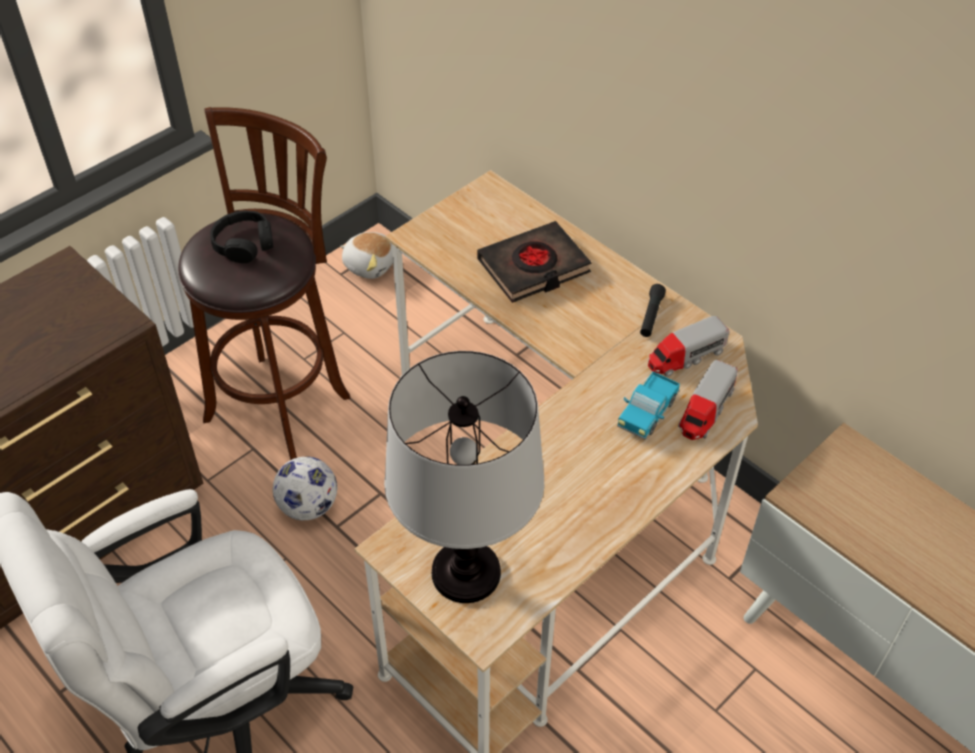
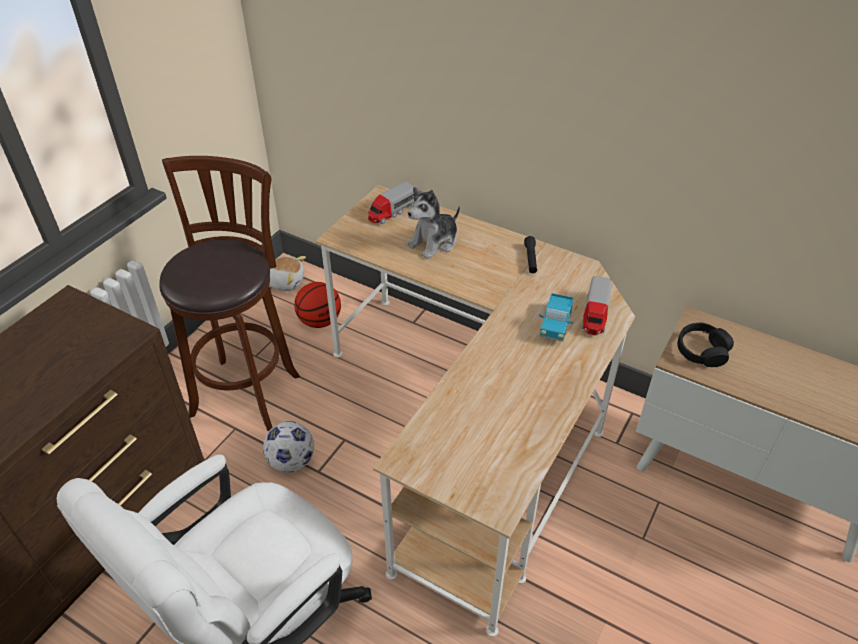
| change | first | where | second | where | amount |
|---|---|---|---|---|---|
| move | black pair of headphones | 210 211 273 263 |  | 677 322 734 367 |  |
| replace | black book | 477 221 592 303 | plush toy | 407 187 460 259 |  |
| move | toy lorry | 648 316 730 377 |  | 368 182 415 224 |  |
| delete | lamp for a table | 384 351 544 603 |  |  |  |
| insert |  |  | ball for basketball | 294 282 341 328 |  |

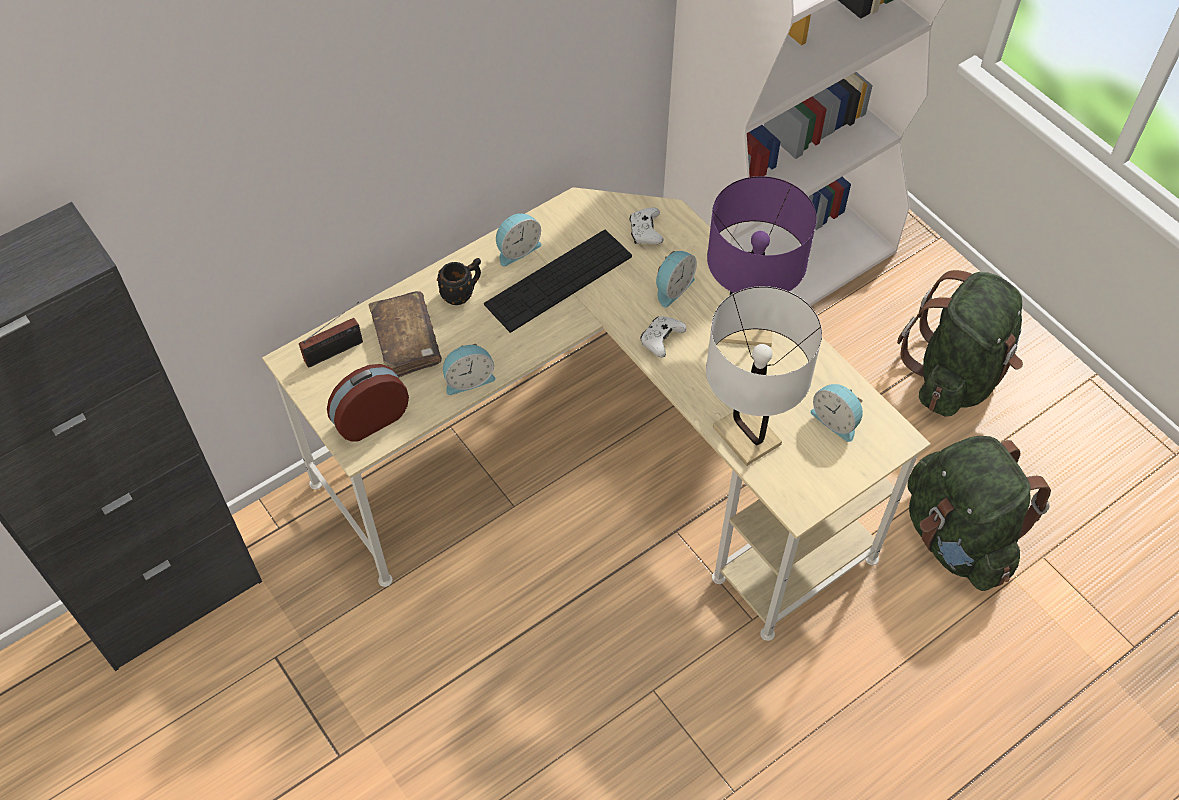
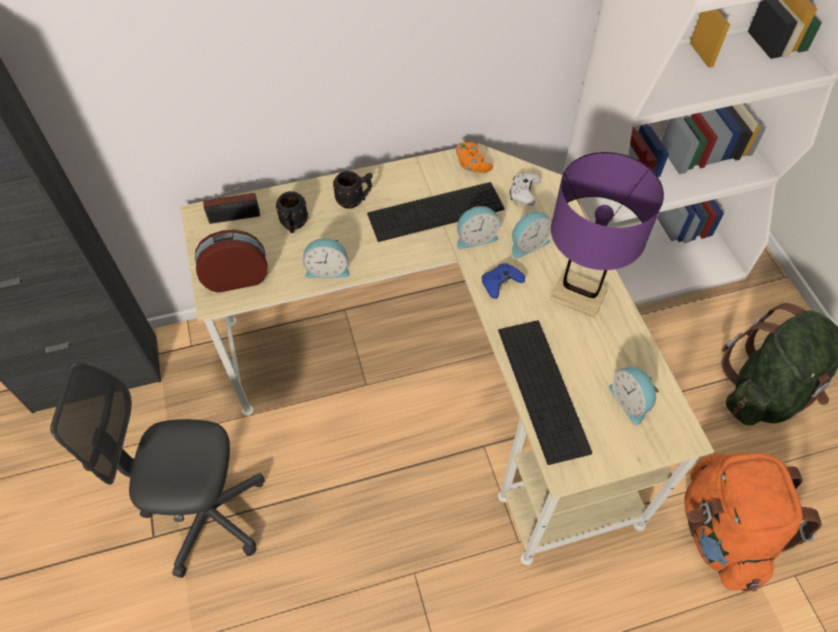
| change | first | where | second | where | amount |
|---|---|---|---|---|---|
| move | table clock | 496 213 542 266 |  | 457 206 501 249 |  |
| replace | white lamp for a table | 706 286 822 466 | computer keyboard | 498 320 592 465 |  |
| replace | brown-coloured book | 368 291 442 378 | black mug | 276 191 308 233 |  |
| recolor | white game controller | 640 316 686 358 | bluish game controller | 482 263 525 299 |  |
| recolor | greenish backpack | 907 436 1051 591 | orangey backpack | 684 453 822 592 |  |
| insert |  |  | orangey game controller | 456 142 493 173 |  |
| insert |  |  | greyish computer chair | 50 363 265 578 |  |

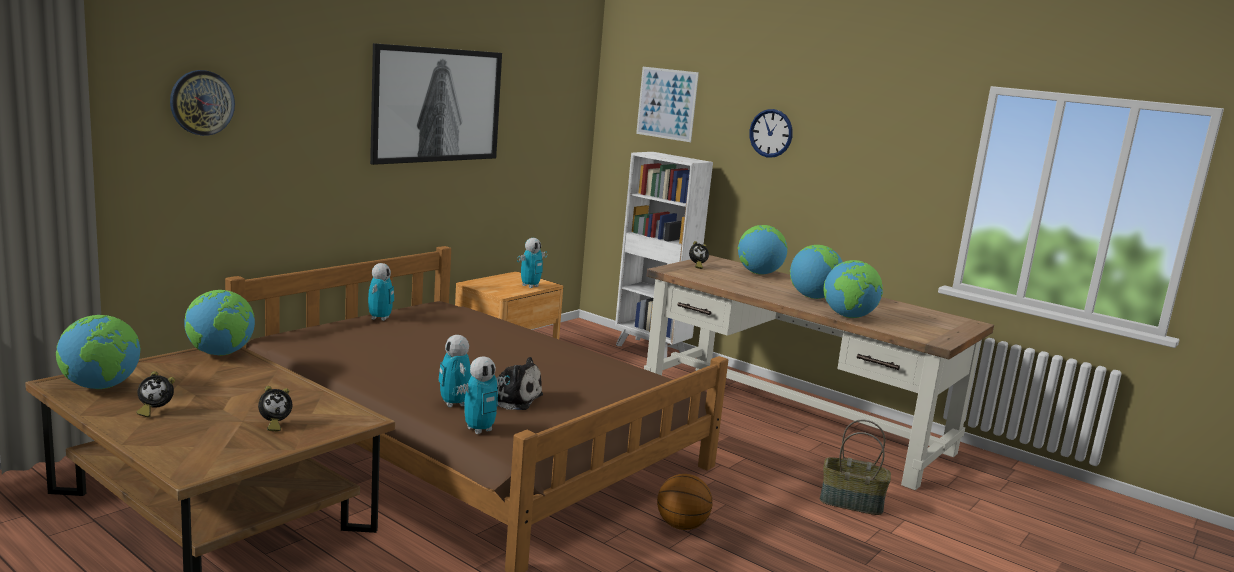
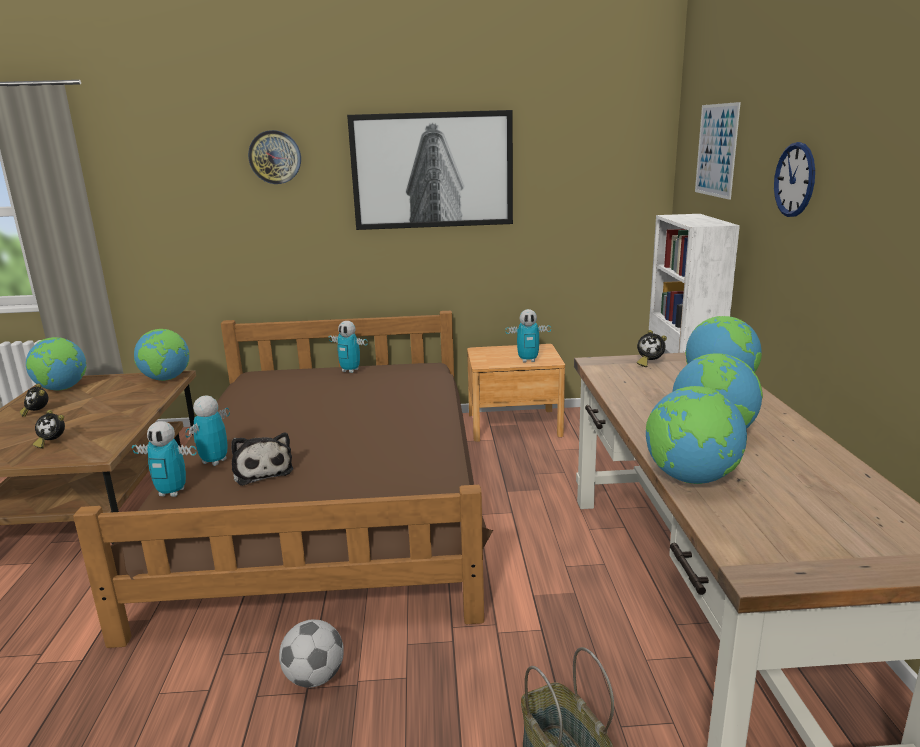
| change | first | where | second | where | amount |
|---|---|---|---|---|---|
| move | hanging clock | 170 70 235 136 |  | 248 130 301 184 |  |
| rotate | robot figure | 368 263 394 321 |  | 329 321 368 373 | 60 degrees clockwise |
| replace | ball for basketball | 657 474 713 530 | football | 279 619 344 688 |  |

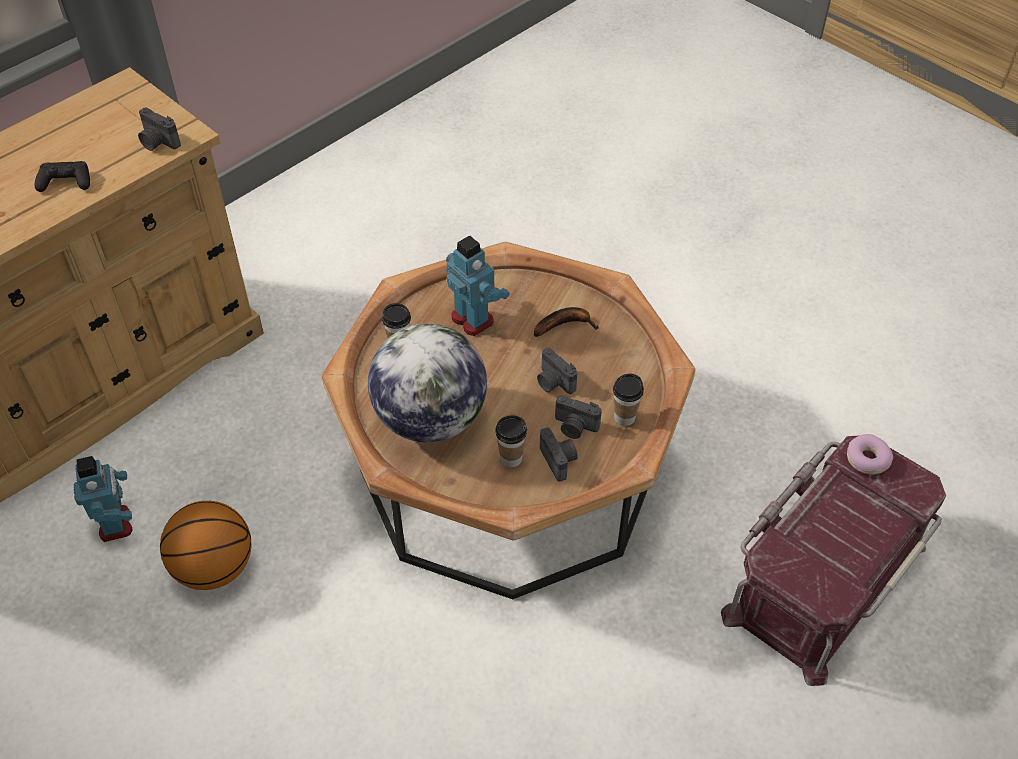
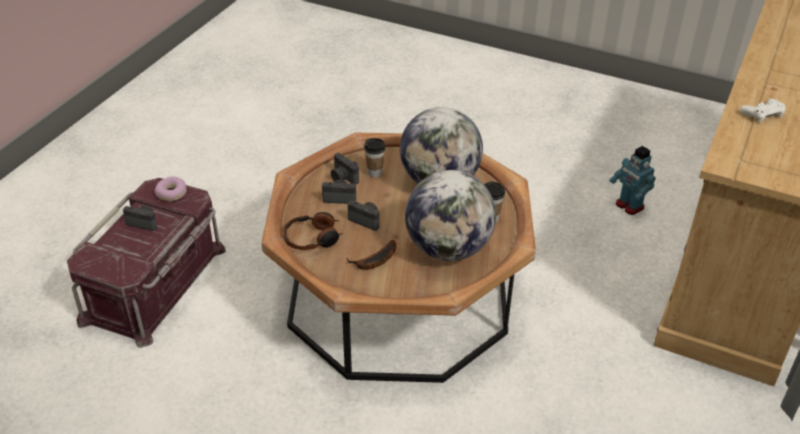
| change | first | where | second | where | amount |
|---|---|---|---|---|---|
| move | photo camera | 138 108 181 151 |  | 123 205 157 231 |  |
| recolor | black game controller | 35 161 90 192 | white game controller | 740 99 785 123 |  |
| replace | robot figure | 446 236 510 336 | desk globe | 405 170 496 261 |  |
| delete | small cup | 613 374 644 426 |  |  |  |
| move | doughnut | 847 434 893 475 |  | 155 176 187 201 |  |
| delete | ball for basketball | 160 501 252 590 |  |  |  |
| insert |  |  | pair of headphones | 283 212 343 250 |  |

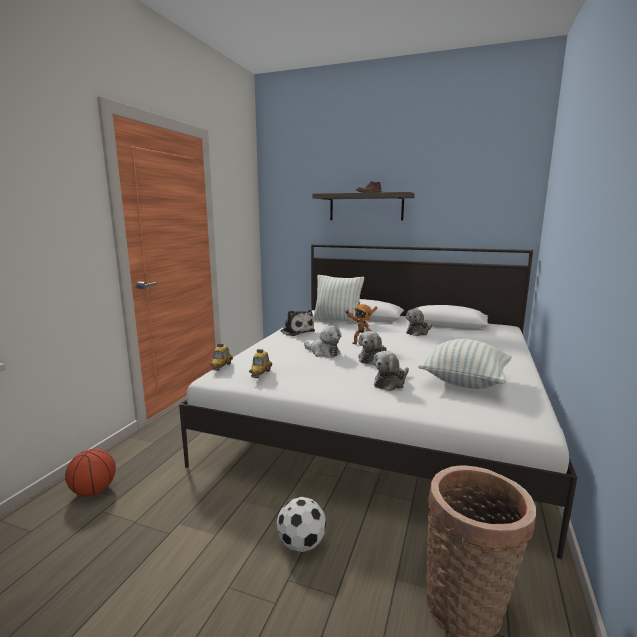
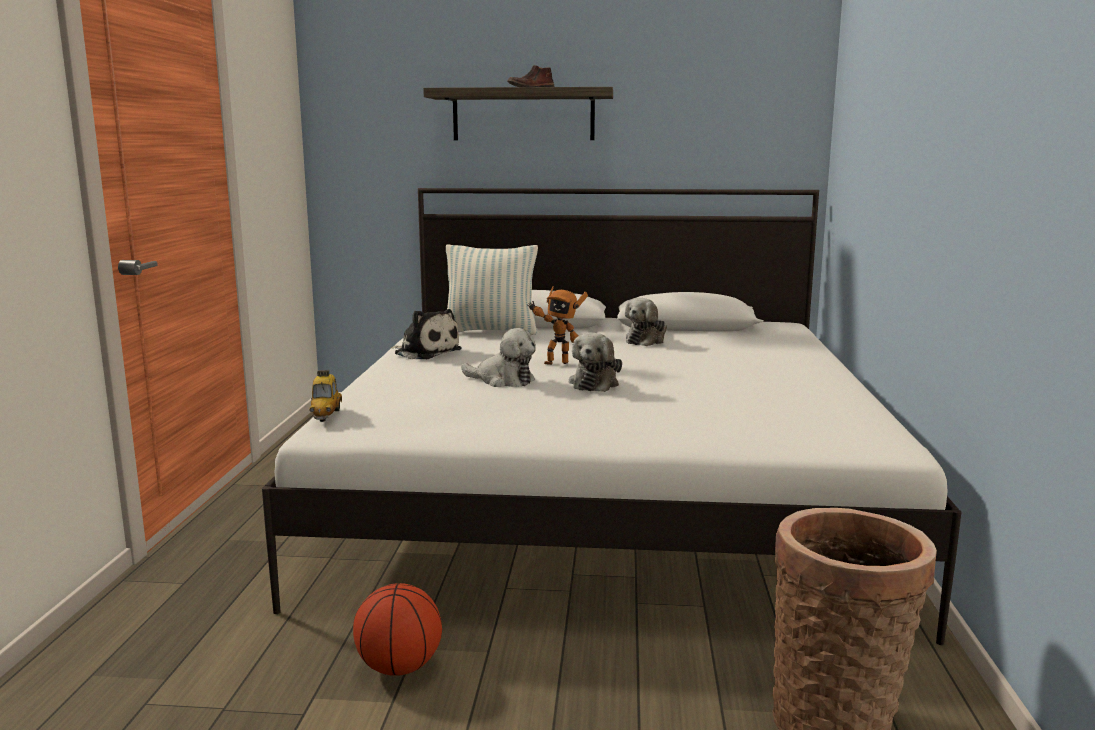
| change | first | where | second | where | amount |
|---|---|---|---|---|---|
| delete | pillow | 418 339 512 389 |  |  |  |
| delete | miniature car | 249 349 272 378 |  |  |  |
| delete | plush toy | 373 351 409 391 |  |  |  |
| move | ball for basketball | 65 449 116 496 |  | 353 583 442 676 |  |
| delete | football | 277 497 326 552 |  |  |  |

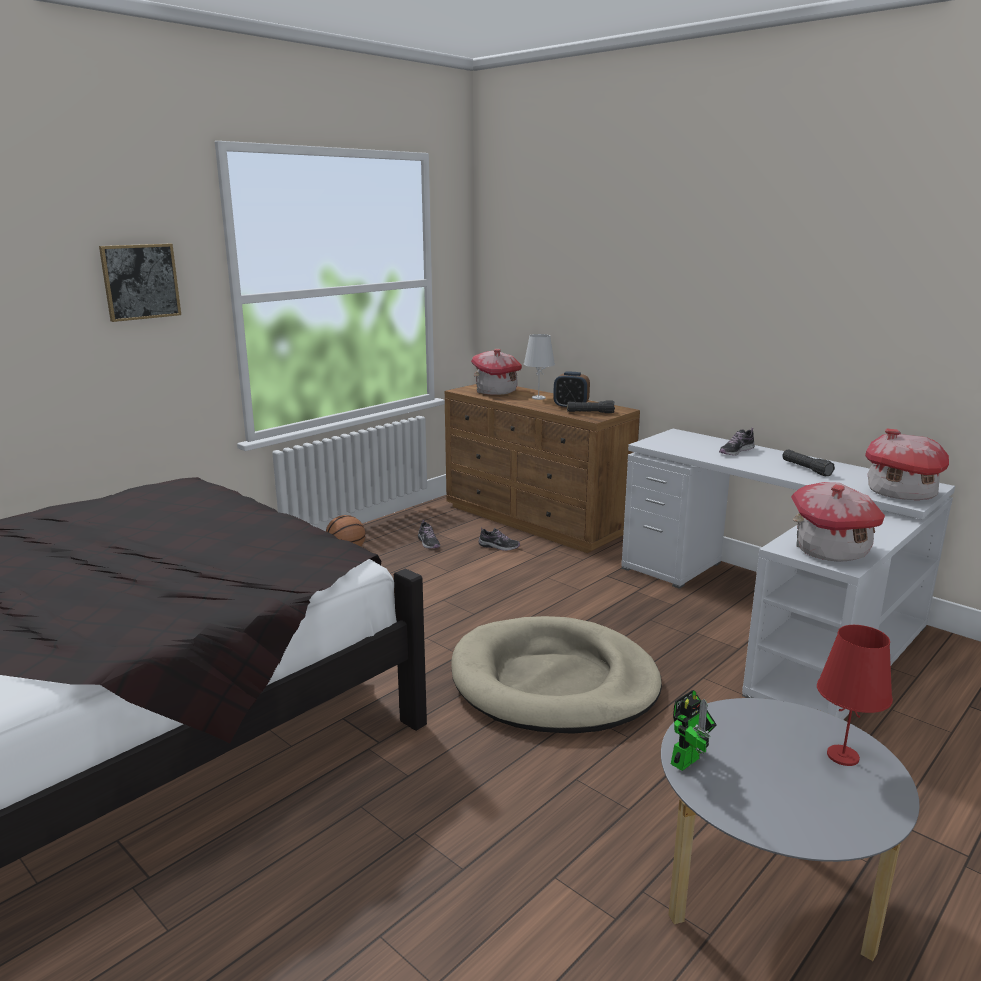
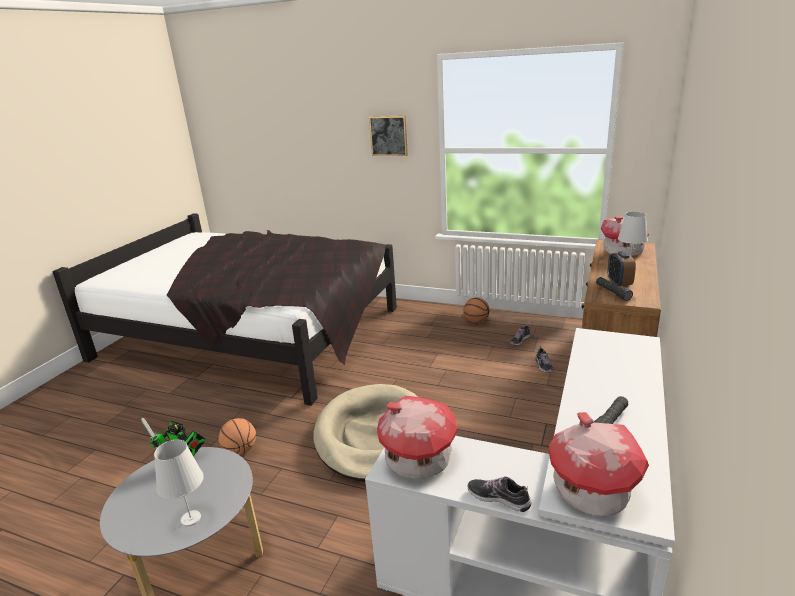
| change | first | where | second | where | amount |
|---|---|---|---|---|---|
| move | shoe | 719 428 755 455 |  | 468 476 531 512 |  |
| recolor | red-coloured lamp for a table | 817 625 893 766 | white lamp for a table | 154 440 204 527 |  |
| insert |  |  | ball for basketball | 219 418 256 455 |  |

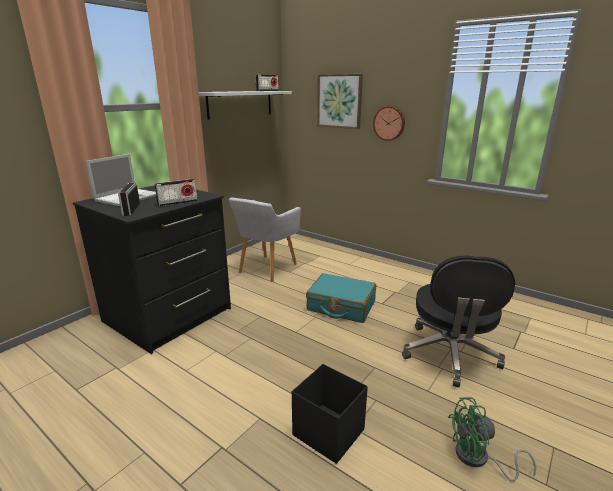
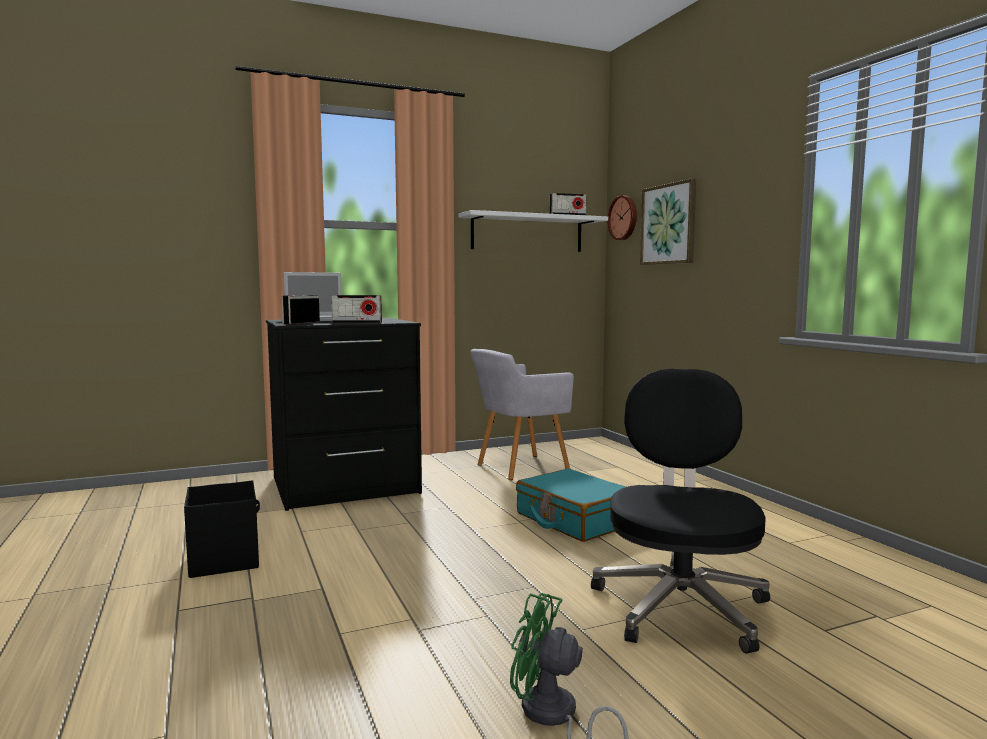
| change | first | where | second | where | amount |
|---|---|---|---|---|---|
| move | hanging clock | 373 106 405 141 |  | 607 195 637 240 |  |
| rotate | black computer chair | 402 256 515 388 |  | 591 368 770 654 | 150 degrees clockwise |
| move | black storage container | 292 364 368 464 |  | 184 480 260 578 |  |

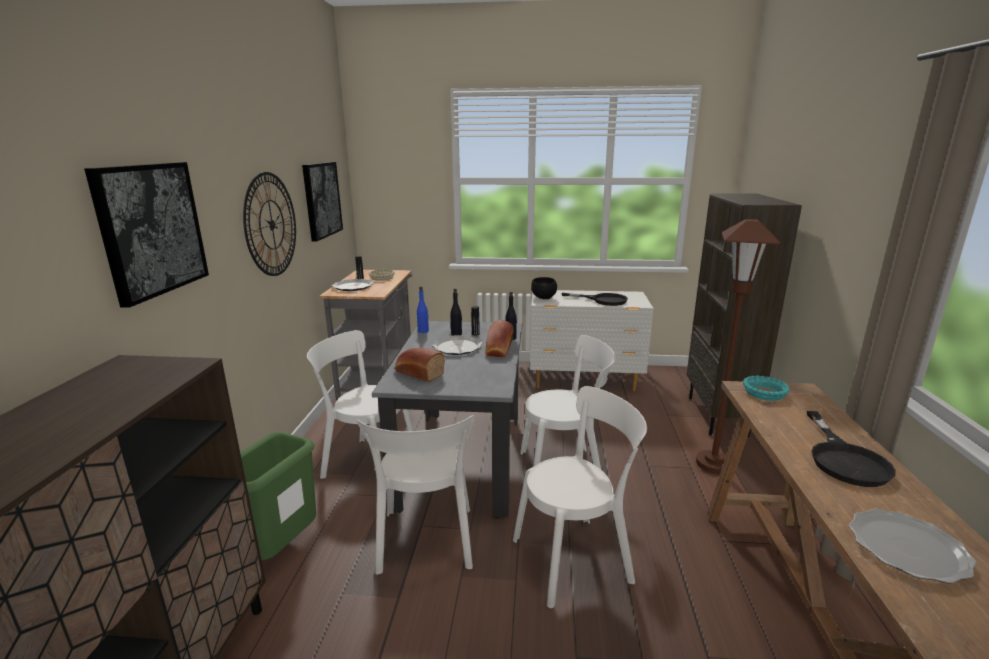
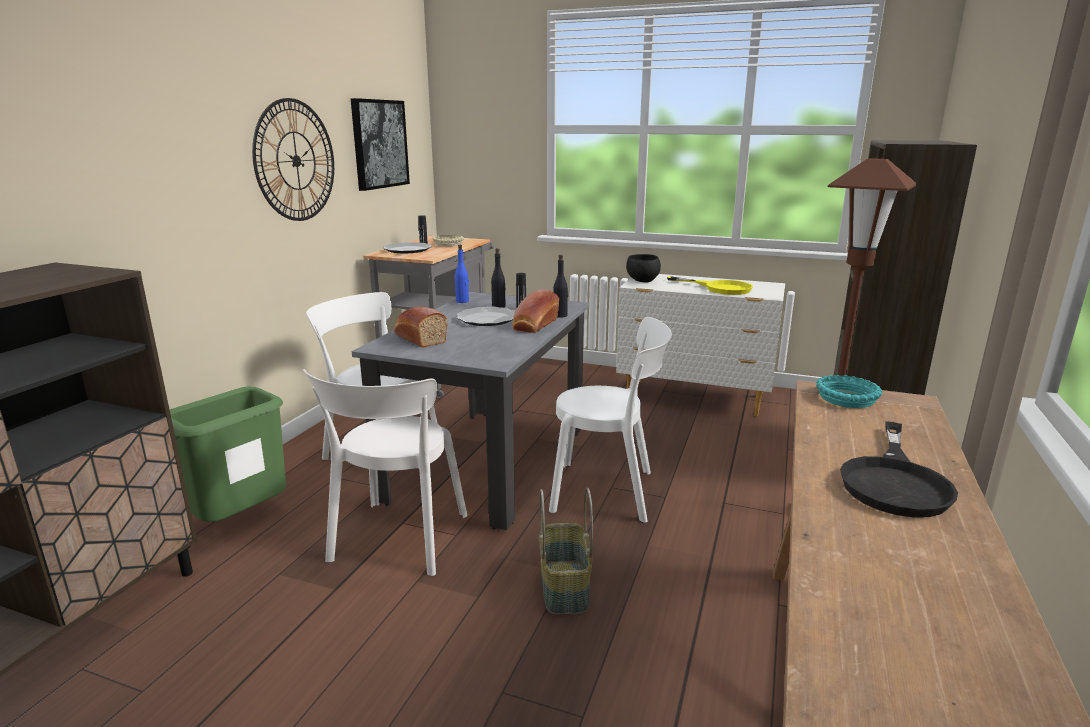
| change | first | where | second | where | amount |
|---|---|---|---|---|---|
| delete | picture | 84 162 209 308 |  |  |  |
| recolor | black skillet | 562 293 628 306 | yellow-coloured skillet | 667 276 753 295 |  |
| replace | white chair | 513 386 647 608 | household basket | 539 488 593 615 |  |
| delete | dinner plate | 849 509 976 584 |  |  |  |

